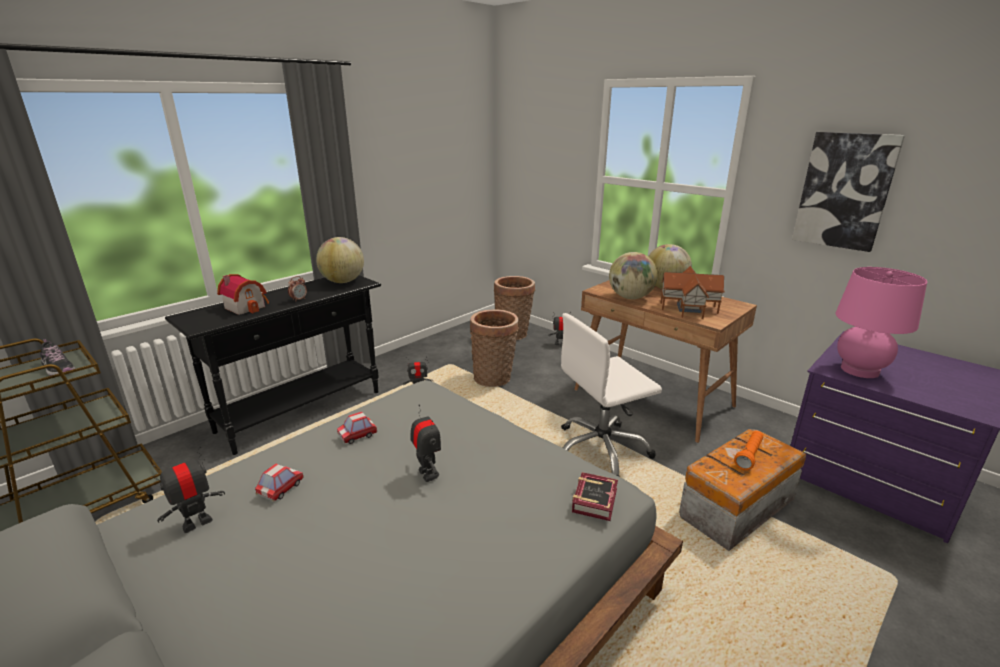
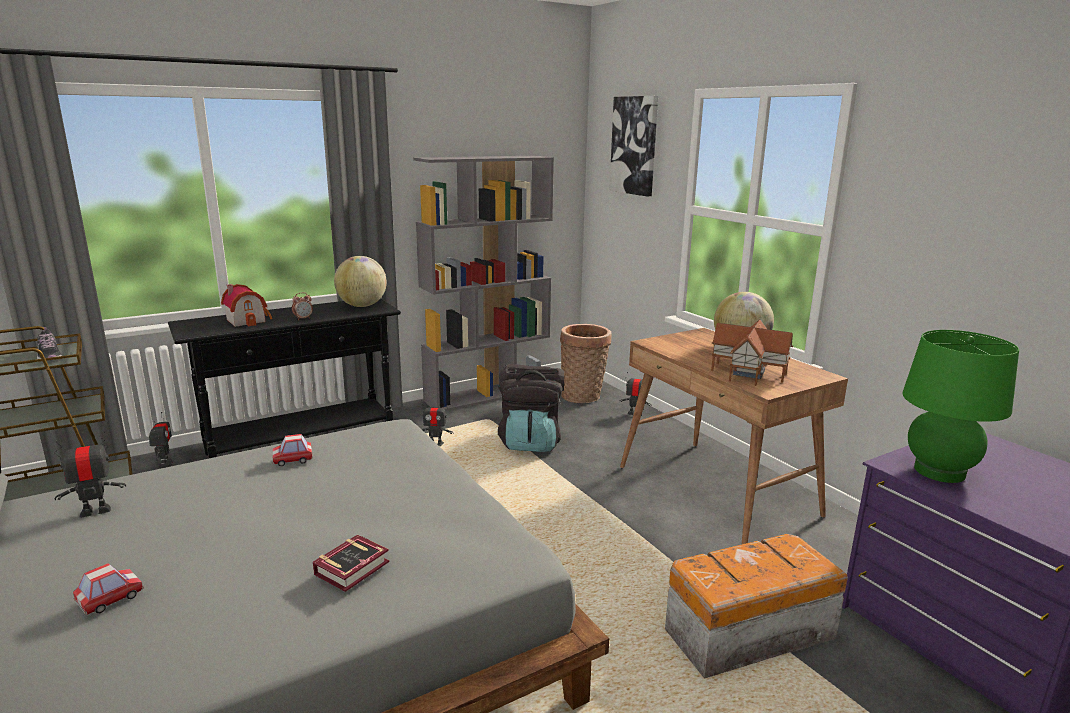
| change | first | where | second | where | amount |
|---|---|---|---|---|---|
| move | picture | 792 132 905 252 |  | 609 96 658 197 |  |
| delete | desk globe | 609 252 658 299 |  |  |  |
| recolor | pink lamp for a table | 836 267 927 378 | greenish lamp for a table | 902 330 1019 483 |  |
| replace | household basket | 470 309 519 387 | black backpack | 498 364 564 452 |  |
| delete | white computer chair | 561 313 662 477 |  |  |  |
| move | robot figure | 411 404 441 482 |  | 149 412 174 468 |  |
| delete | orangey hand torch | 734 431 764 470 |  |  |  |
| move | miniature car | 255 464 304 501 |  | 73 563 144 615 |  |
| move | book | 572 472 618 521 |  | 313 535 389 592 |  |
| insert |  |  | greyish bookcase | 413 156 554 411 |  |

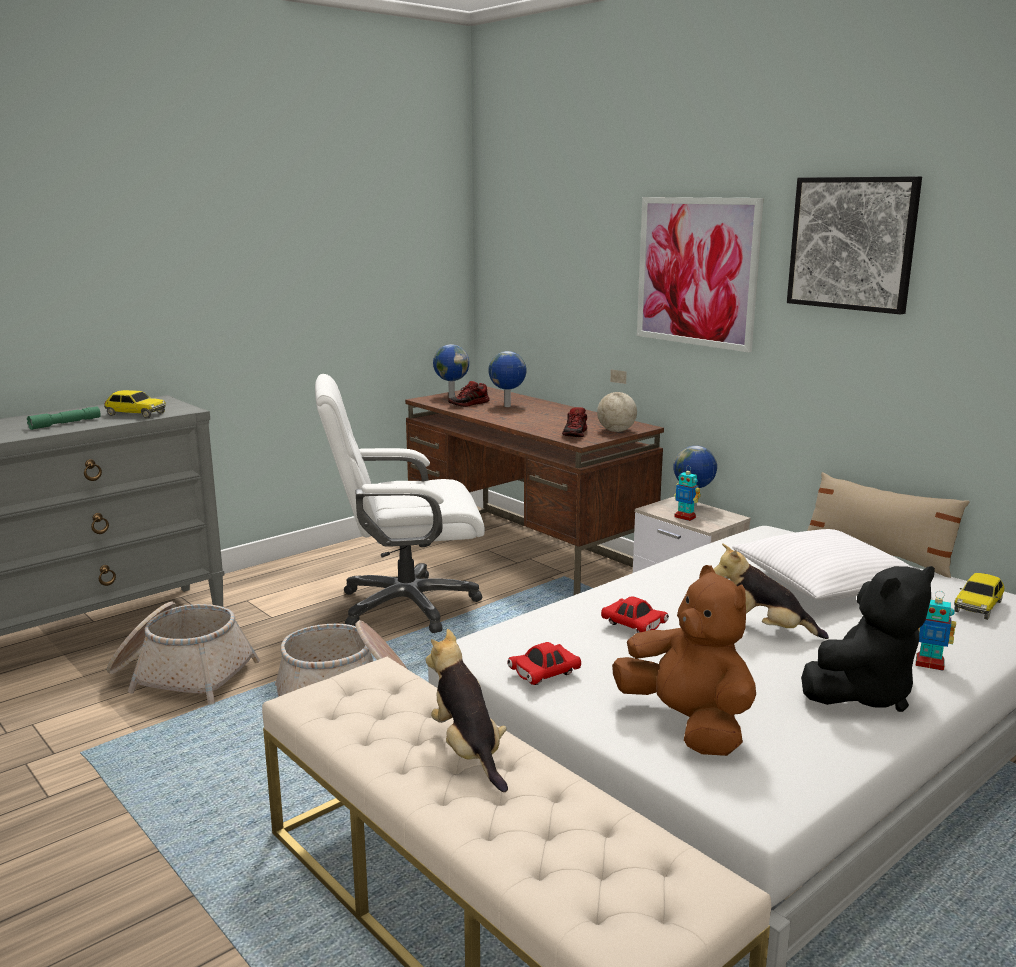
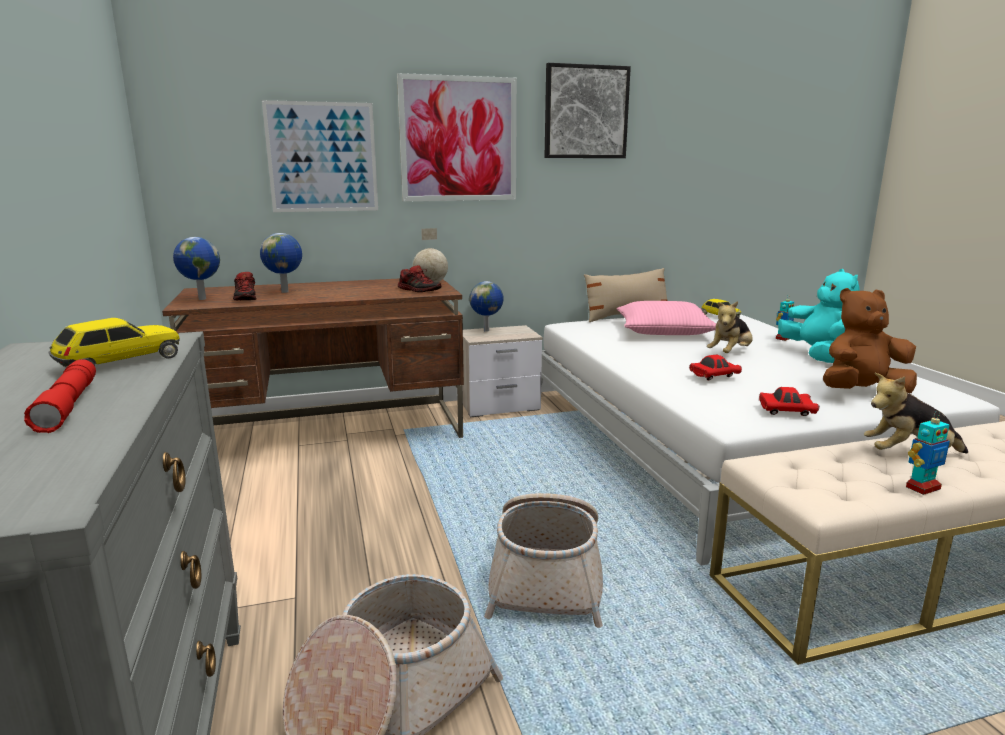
| change | first | where | second | where | amount |
|---|---|---|---|---|---|
| delete | white computer chair | 315 374 485 633 |  |  |  |
| recolor | greenish hand torch | 27 407 101 430 | red-coloured hand torch | 24 359 96 433 |  |
| move | robot figure | 674 467 701 521 |  | 906 411 950 495 |  |
| recolor | white pillow | 732 529 913 601 | pink pillow | 617 301 716 335 |  |
| recolor | black plush toy | 801 566 935 712 | blue-green plush toy | 778 269 859 363 |  |
| rotate | red-coloured miniature car | 507 642 581 685 |  | 759 387 820 416 | 75 degrees counterclockwise |
| insert |  |  | picture | 262 100 378 212 |  |

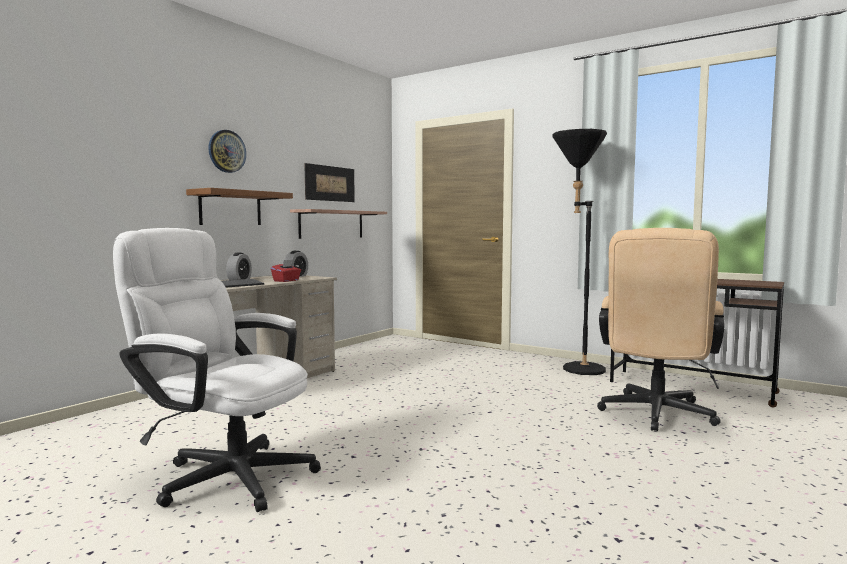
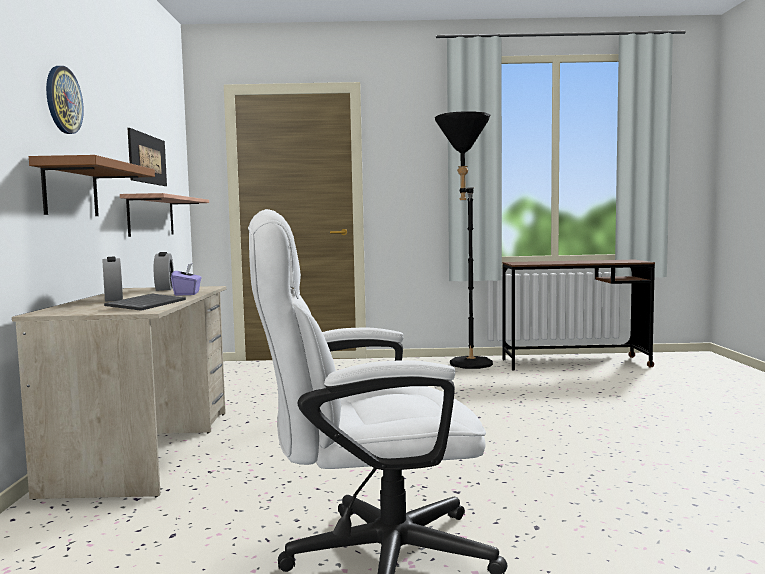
| change | first | where | second | where | amount |
|---|---|---|---|---|---|
| delete | beige computer chair | 597 228 725 431 |  |  |  |
| recolor | red-coloured tissue box | 271 260 301 282 | purple-coloured tissue box | 171 264 202 296 |  |

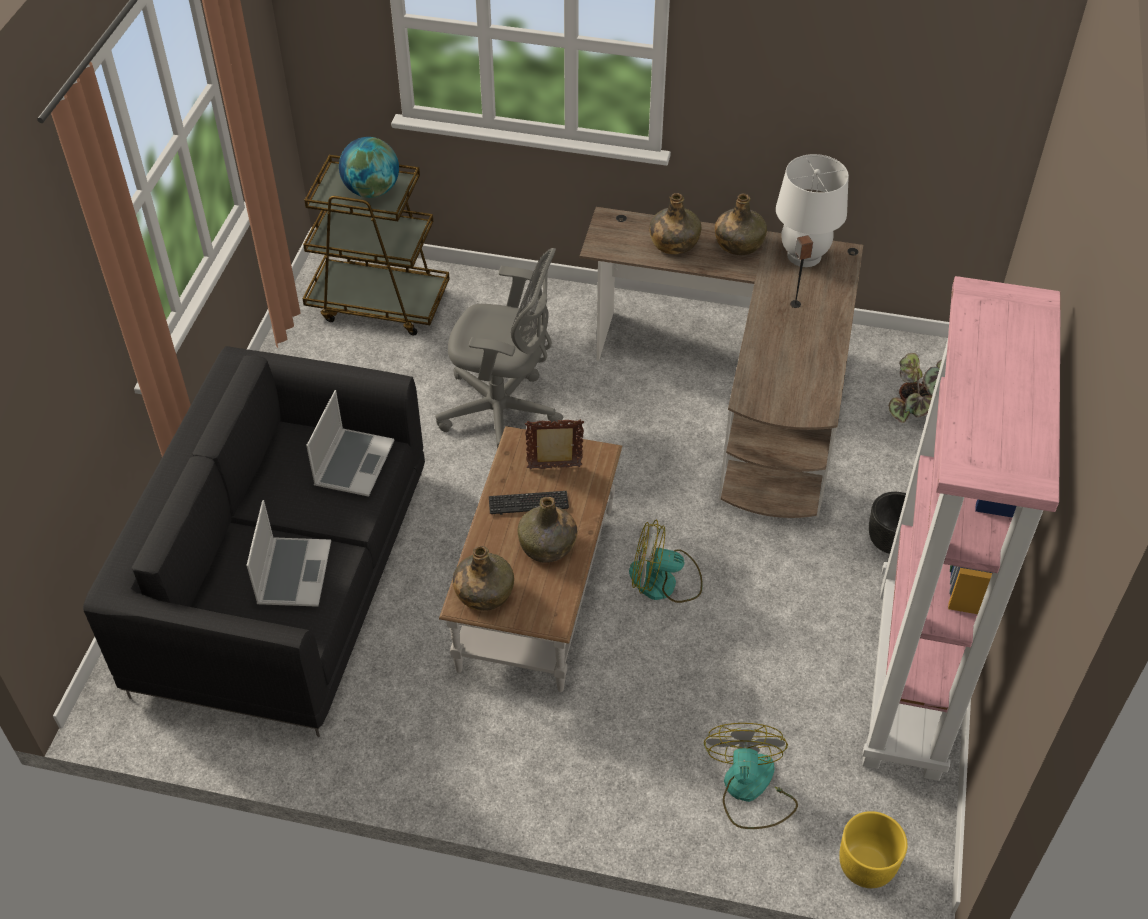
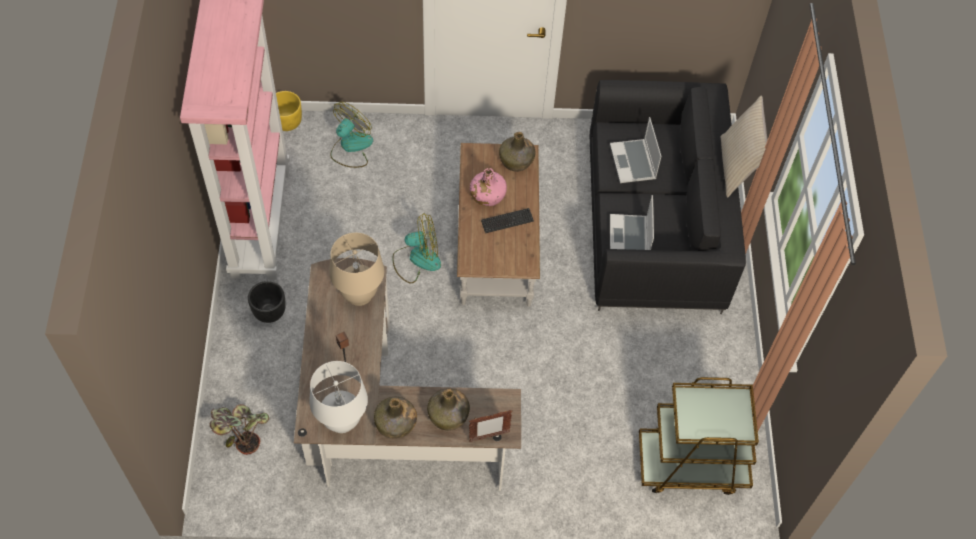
| change | first | where | second | where | amount |
|---|---|---|---|---|---|
| delete | desk globe | 339 137 399 198 |  |  |  |
| delete | greyish computer chair | 436 248 563 449 |  |  |  |
| move | standing frame | 525 419 584 469 |  | 469 410 512 442 |  |
| recolor | greenish beverage bottle | 518 497 577 563 | pink beverage bottle | 470 168 507 206 |  |
| rotate | cooling fan | 704 723 798 829 |  | 330 102 373 168 | 135 degrees counterclockwise |
| insert |  |  | beige pillow | 721 95 768 198 |  |
| insert |  |  | beige lamp for a table | 329 233 384 306 |  |

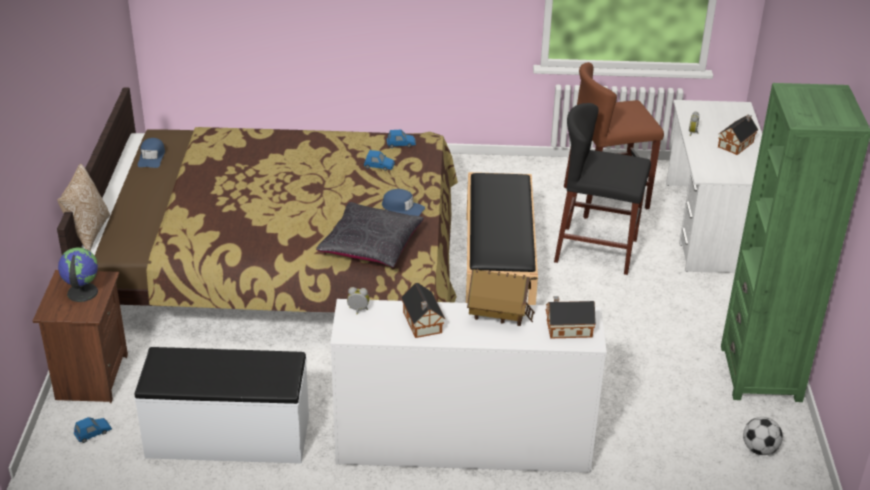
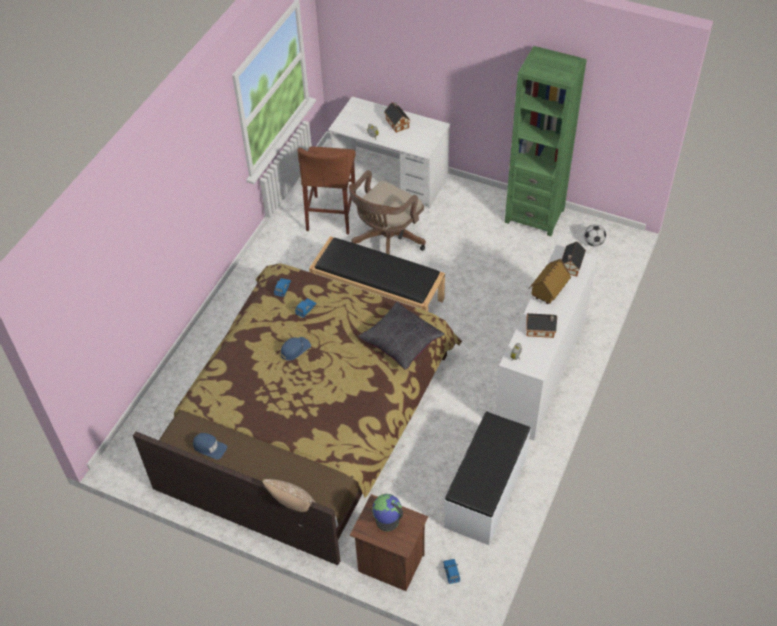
| change | first | where | second | where | amount |
|---|---|---|---|---|---|
| replace | black stool seat | 554 103 651 275 | brown-coloured computer chair | 349 170 426 255 |  |
| move | bluish cap | 382 189 425 216 |  | 281 337 311 361 |  |

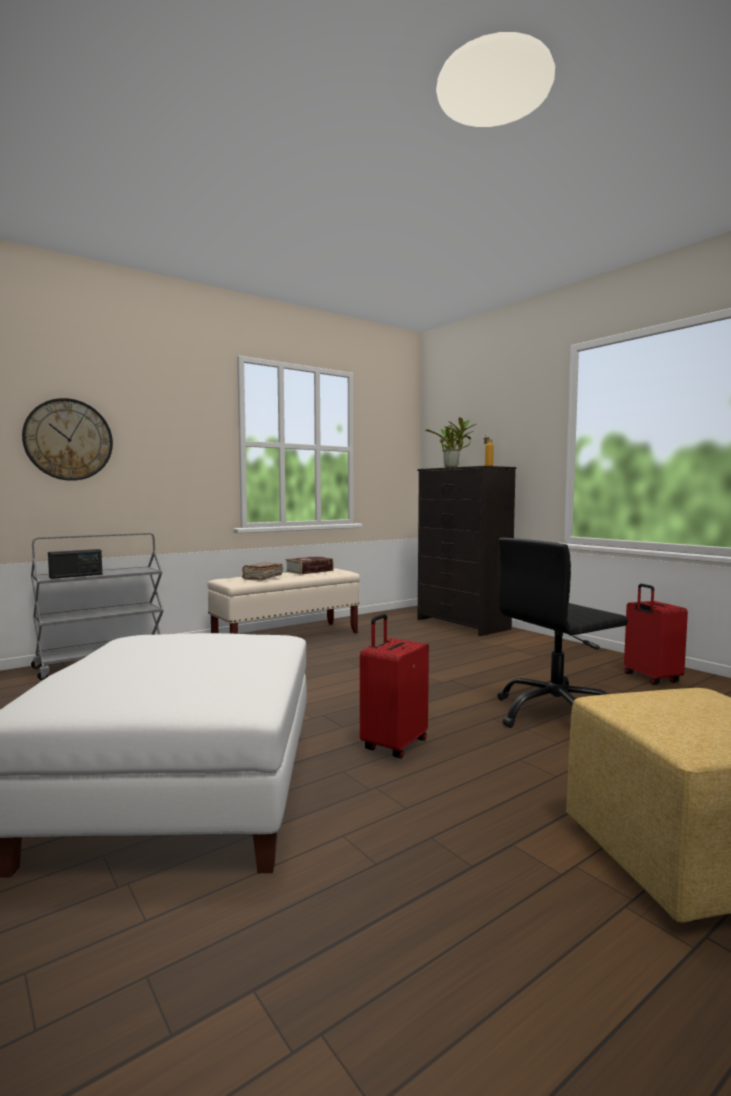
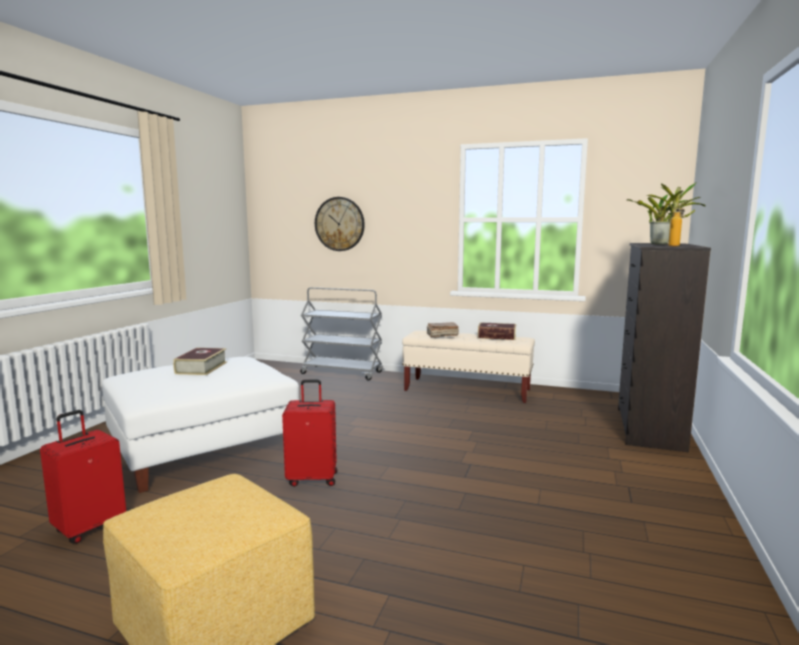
| change | first | where | second | where | amount |
|---|---|---|---|---|---|
| delete | black computer chair | 497 538 628 728 |  |  |  |
| delete | radio receiver | 48 549 102 579 |  |  |  |
| move | red-coloured piece of luggage | 624 584 688 685 |  | 40 410 126 543 |  |
| insert |  |  | book | 173 348 227 375 |  |

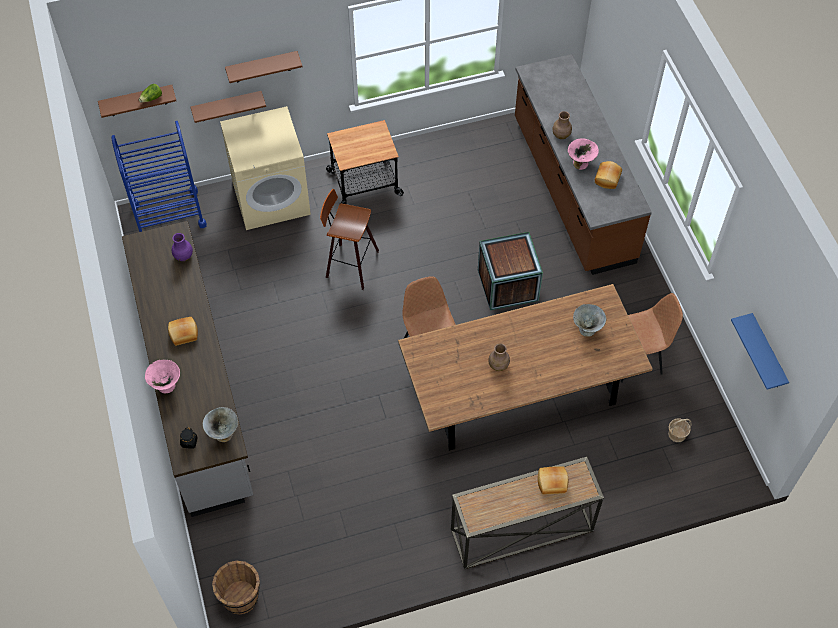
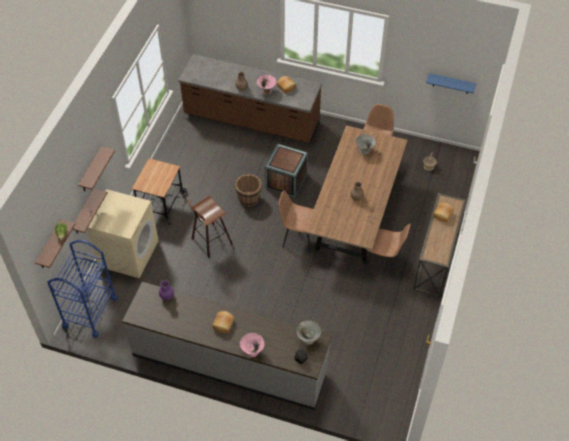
| change | first | where | second | where | amount |
|---|---|---|---|---|---|
| move | brown-coloured water bucket | 212 561 260 615 |  | 235 174 262 207 |  |
| insert |  |  | brown-coloured chair | 364 224 411 278 |  |

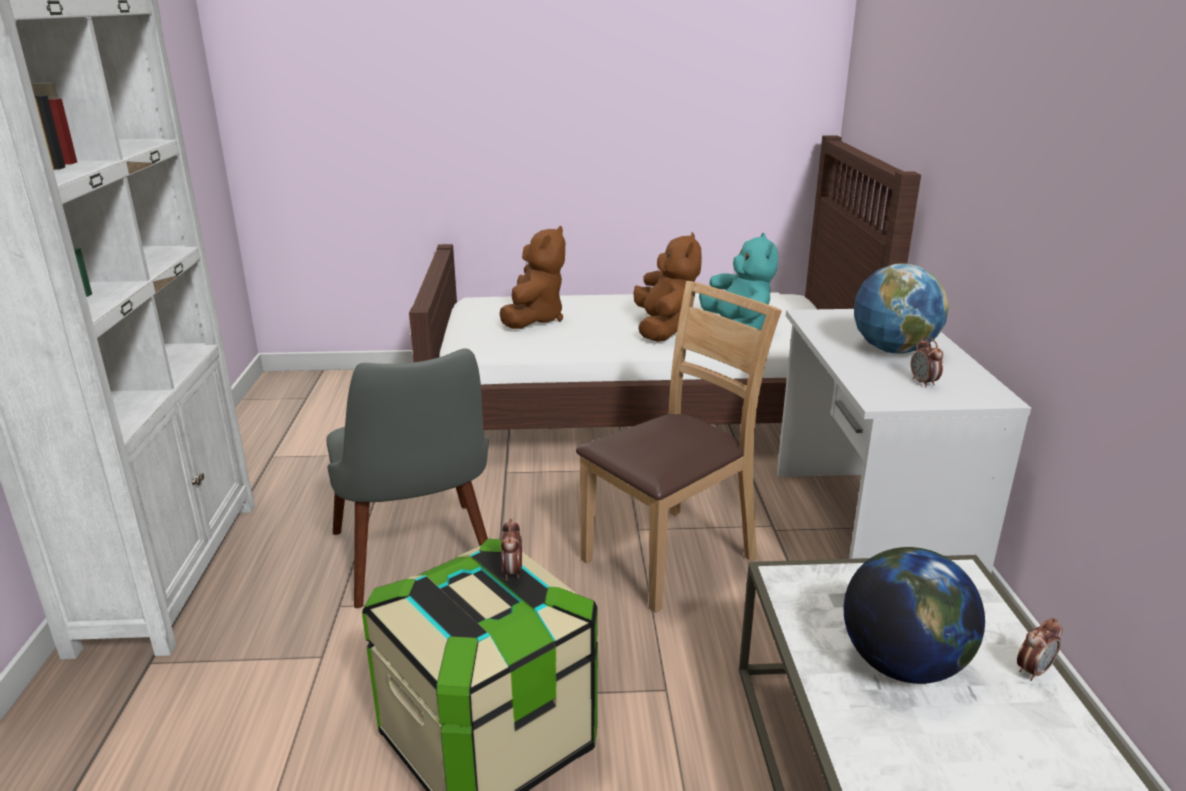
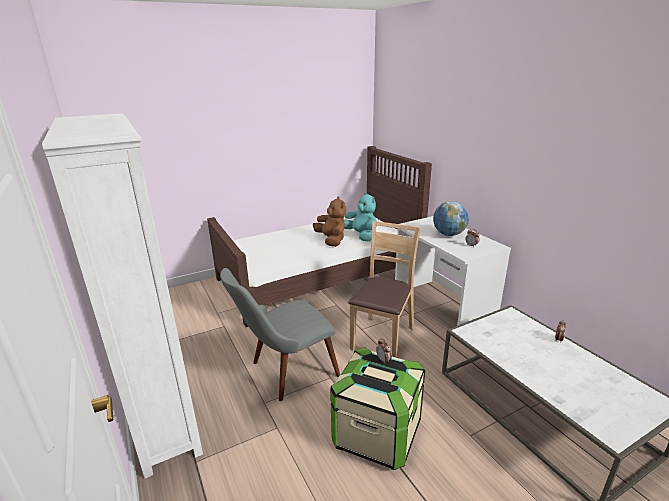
| change | first | where | second | where | amount |
|---|---|---|---|---|---|
| delete | brown-coloured plush toy | 500 226 565 329 |  |  |  |
| rotate | greyish chair | 326 348 489 608 |  | 220 268 340 401 | 105 degrees clockwise |
| delete | desk globe | 844 547 985 684 |  |  |  |

